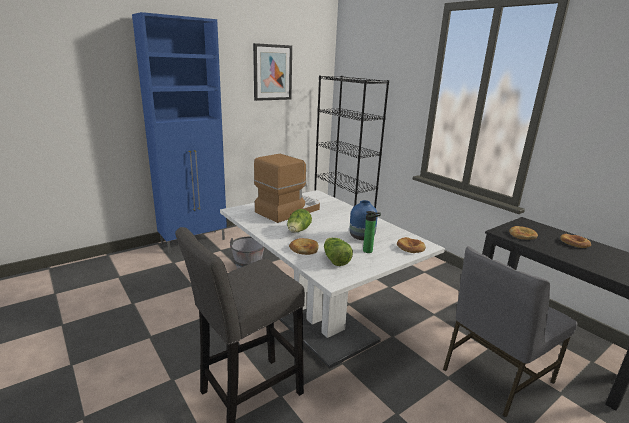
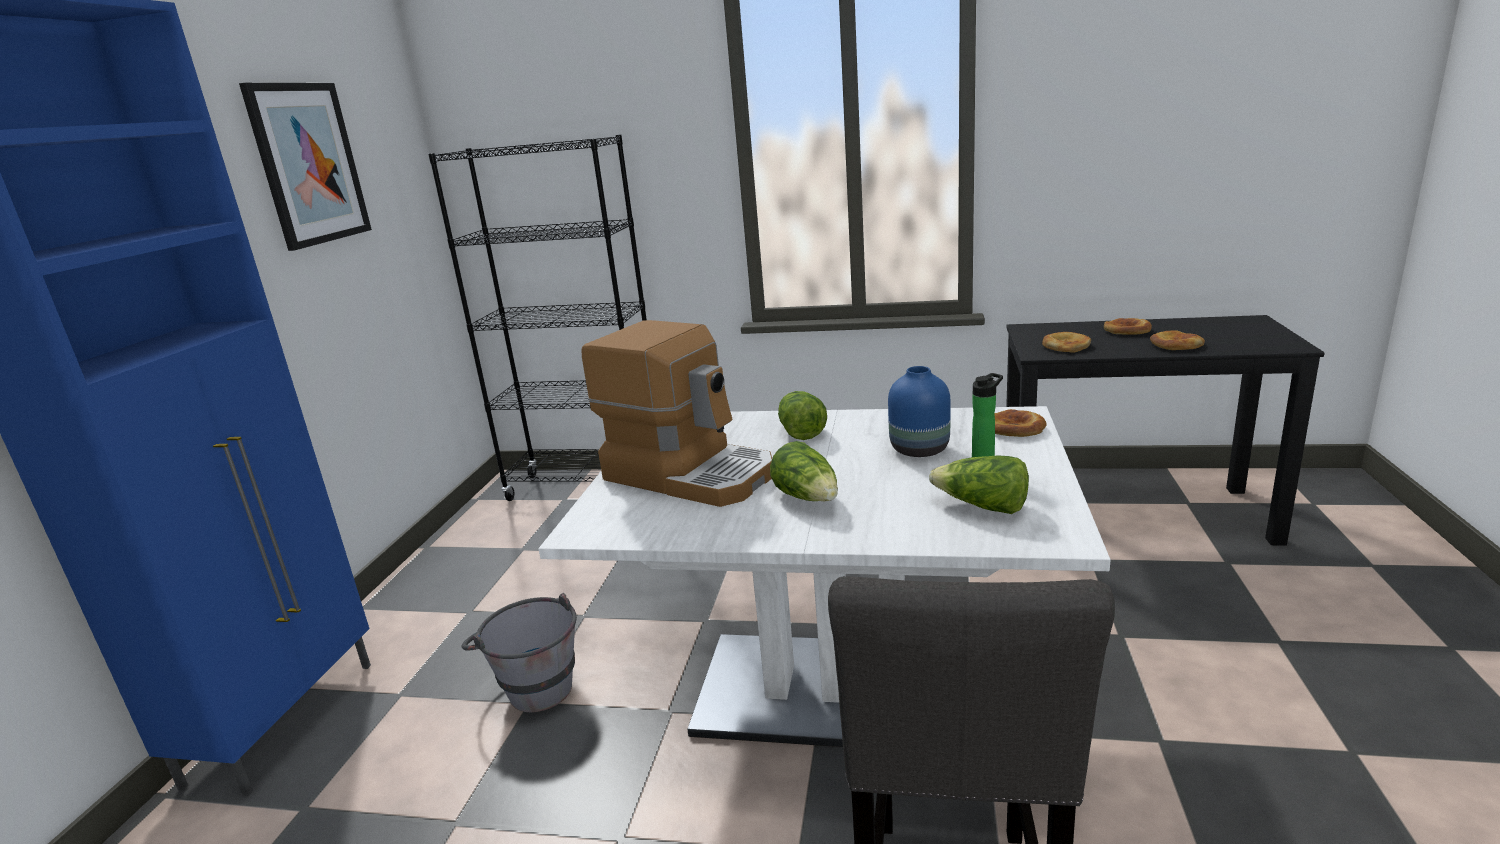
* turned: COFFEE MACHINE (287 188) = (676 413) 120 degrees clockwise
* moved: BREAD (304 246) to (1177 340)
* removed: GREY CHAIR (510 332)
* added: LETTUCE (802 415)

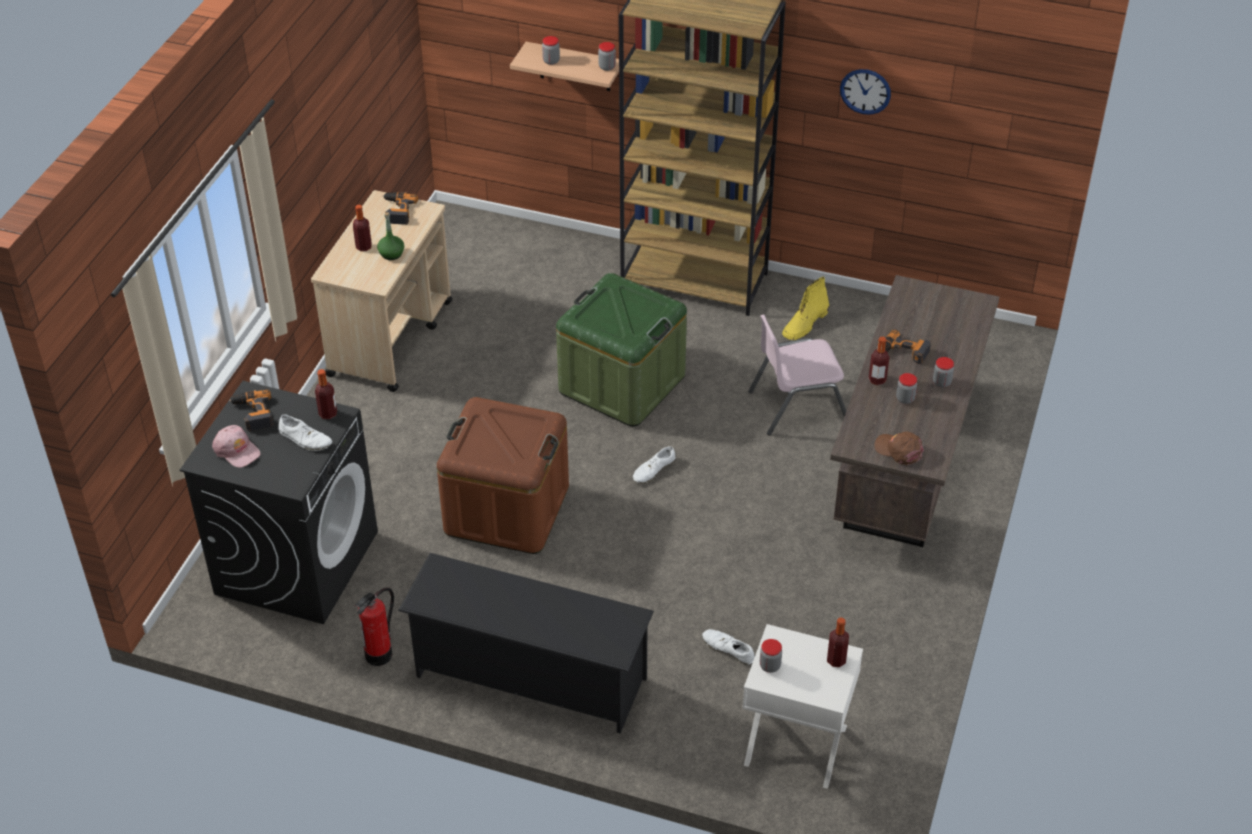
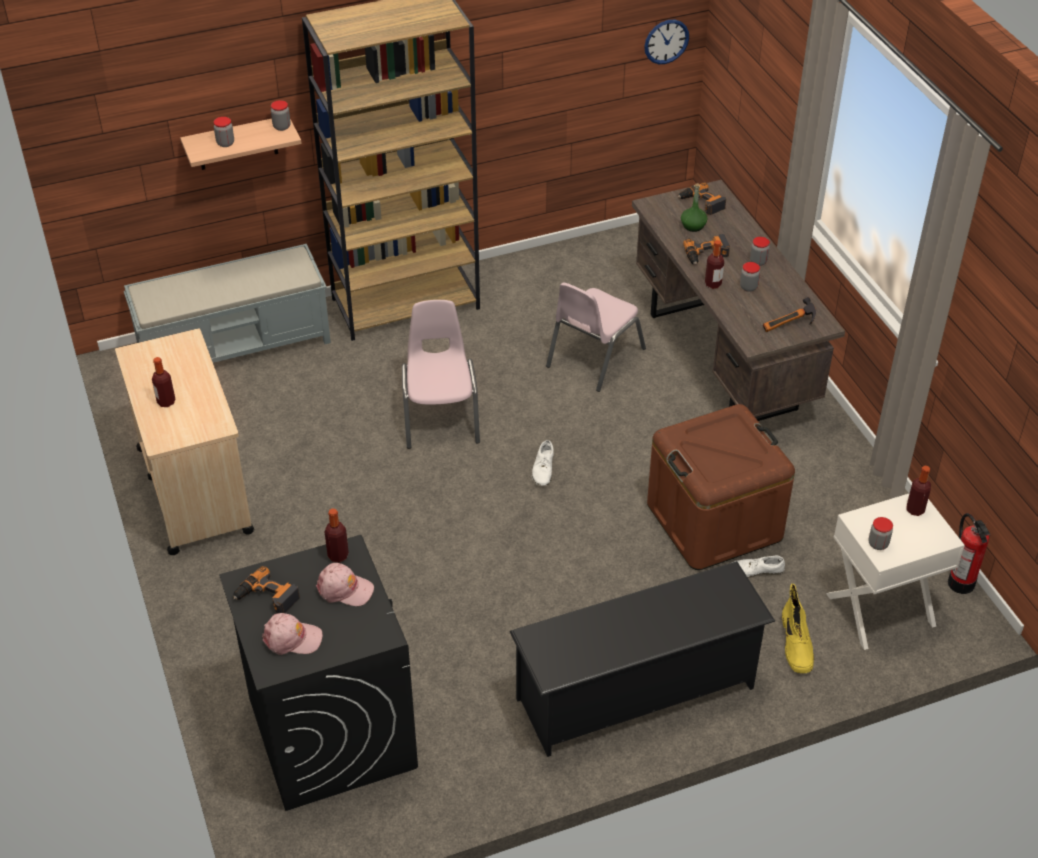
* moved: WALL CLOCK (865 92) to (666 42)
* moved: POWER DRILL (400 208) to (702 198)
* moved: GREEN BOTTLE (390 236) to (694 207)
* replaced: GREEN STORAGE BOX (621 350) to PINK CHAIR (441 374)
* moved: YELLOW BOOT (805 308) to (798 628)
* moved: BROWN STORAGE BOX (503 475) to (721 487)
* replaced: WHITE SHOE (305 432) to PINK CAP (345 584)
* replaced: BROWN CAP (899 448) to HAMMER (789 314)
* moved: FIRE EXTINGUISHER (374 626) to (969 553)
* added: GREY BENCH (227 303)

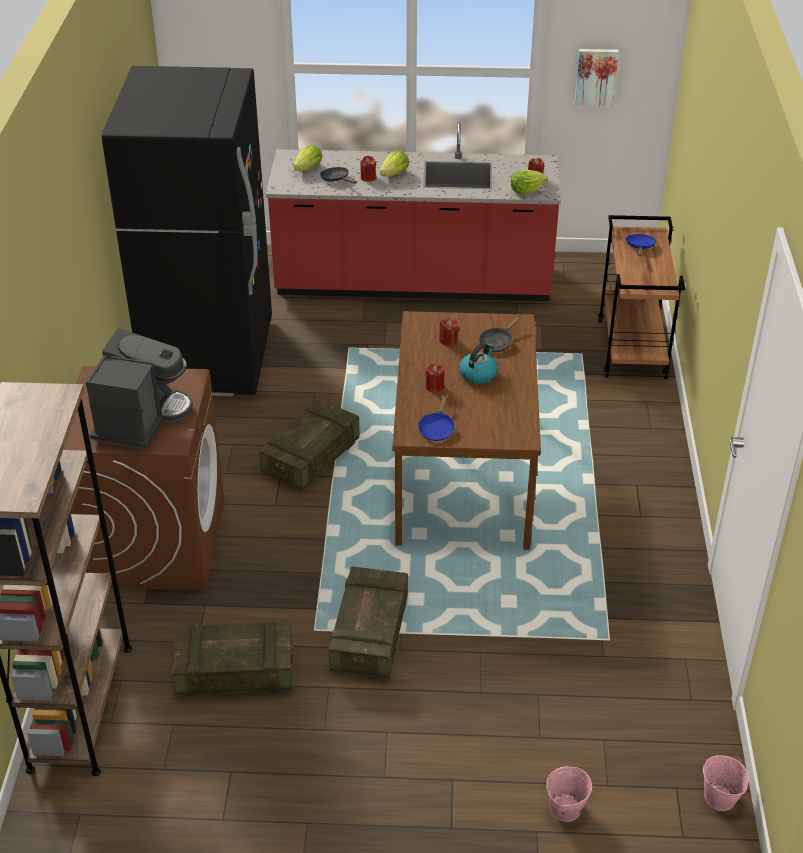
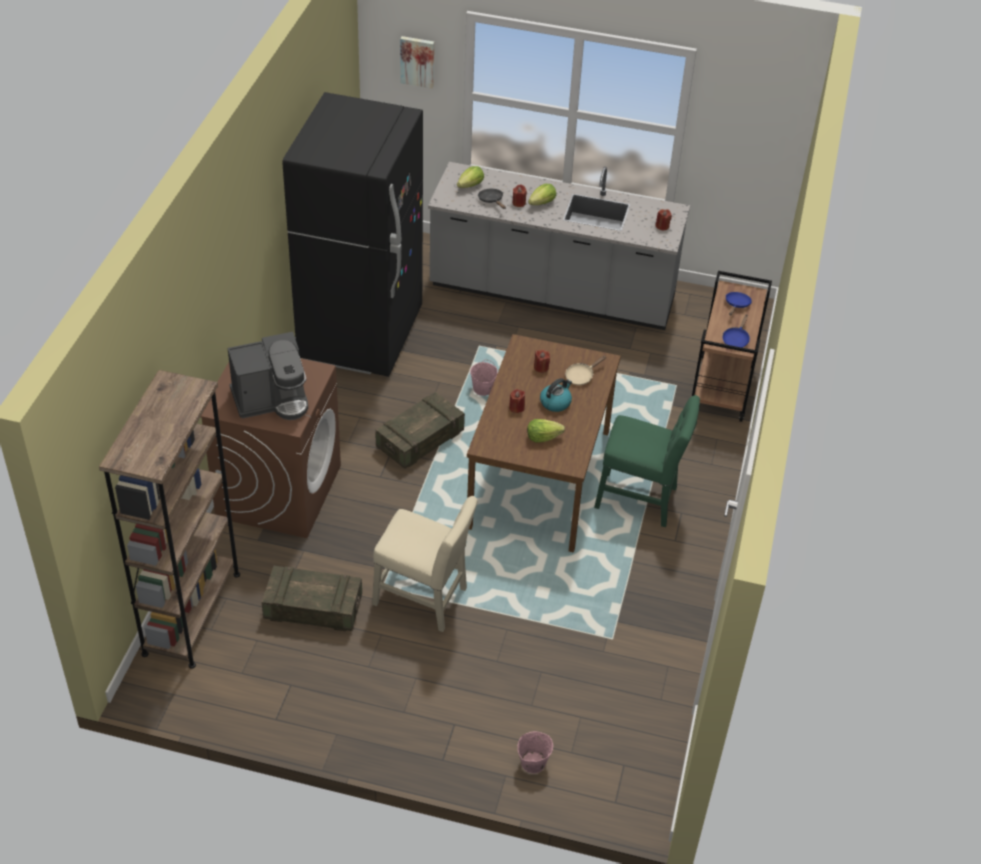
* moved: PICTURE (597 77) to (417 62)
* recoloured: RED COUNTER (413 212) to GREY COUNTER (559 246)
* moved: LETTUCE (529 182) to (546 431)
* recoloured: BLACK FRYING PAN (500 333) to BEIGE FRYING PAN (585 370)
* turned: COFFEE MACHINE (139 388) = (268 376) 45 degrees clockwise
* moved: BLUE FRYING PAN (436 417) to (736 331)
* replaced: CRATE (368 622) to BEIGE CHAIR (425 564)
* moved: PINK BUCKET (726 783) to (484 378)
* added: GREEN CHAIR (647 461)

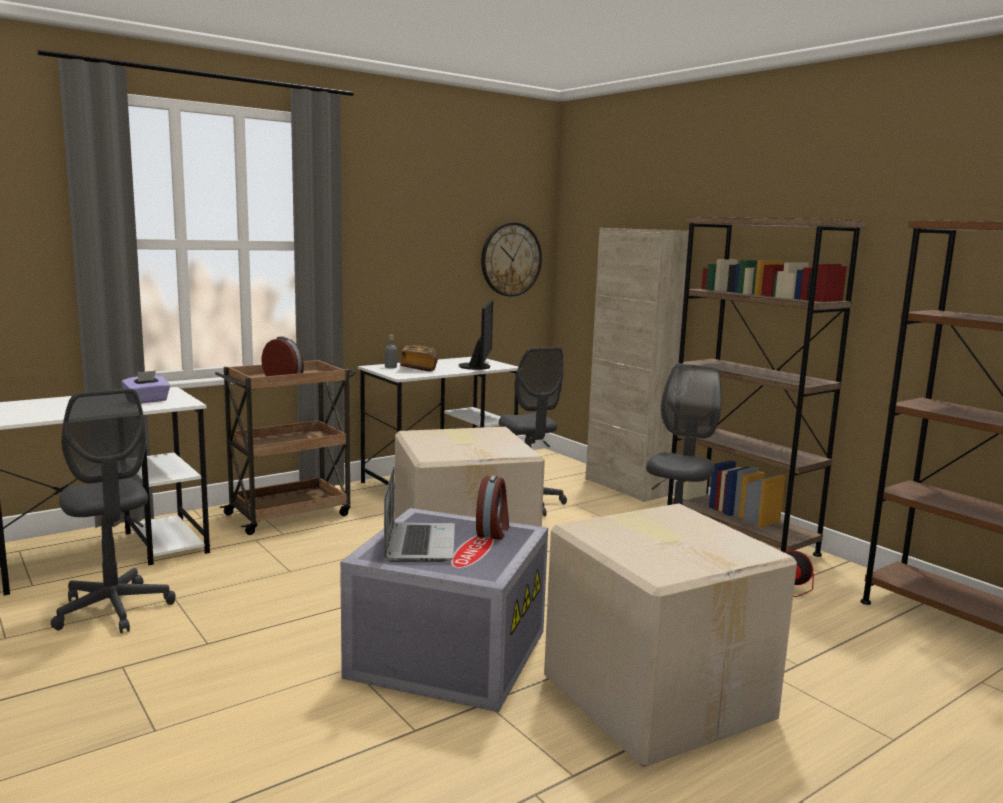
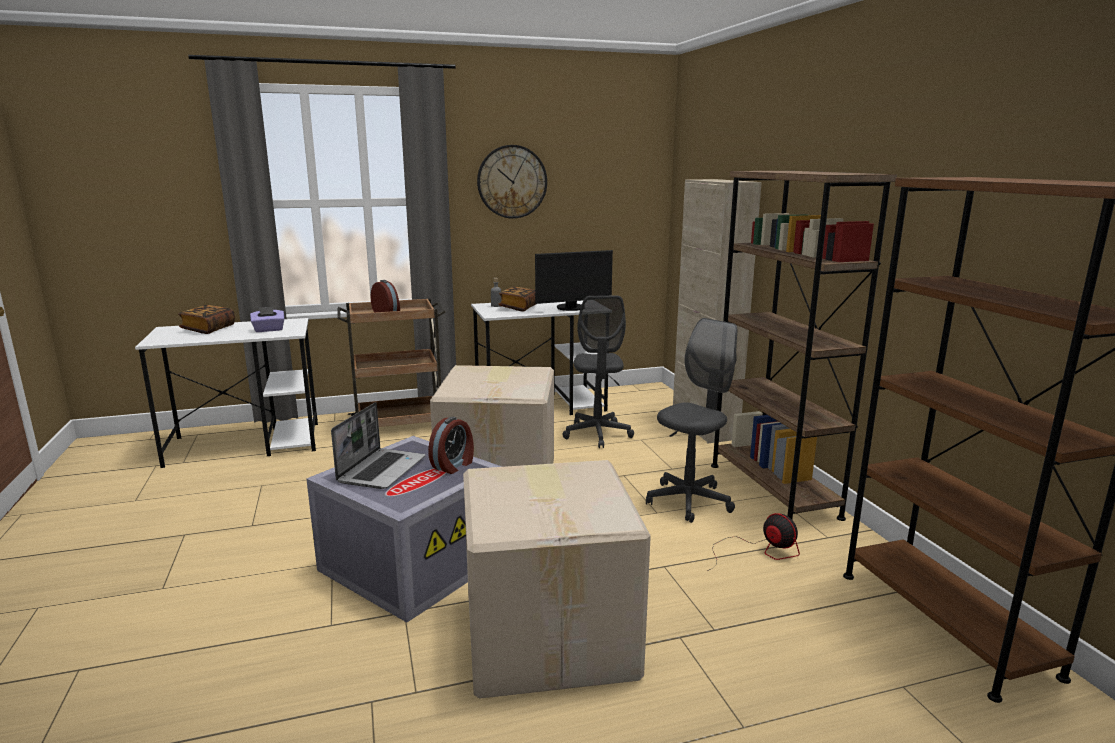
* moved: WALL CLOCK (511 259) to (512 182)
* turned: MONITOR (476 335) = (574 280) 45 degrees clockwise
* removed: GREY OFFICE CHAIR (113 510)
* added: BOOK (206 319)

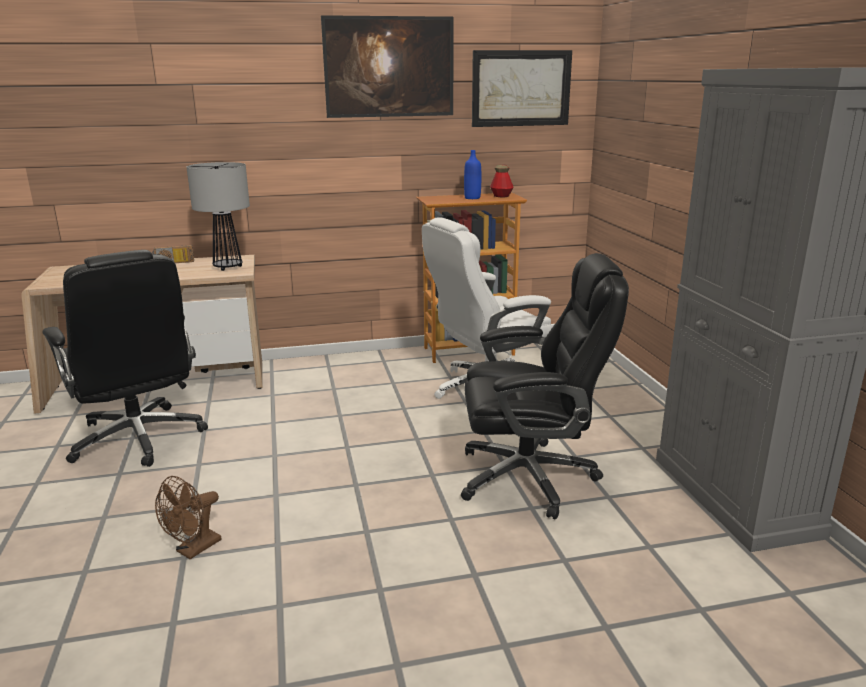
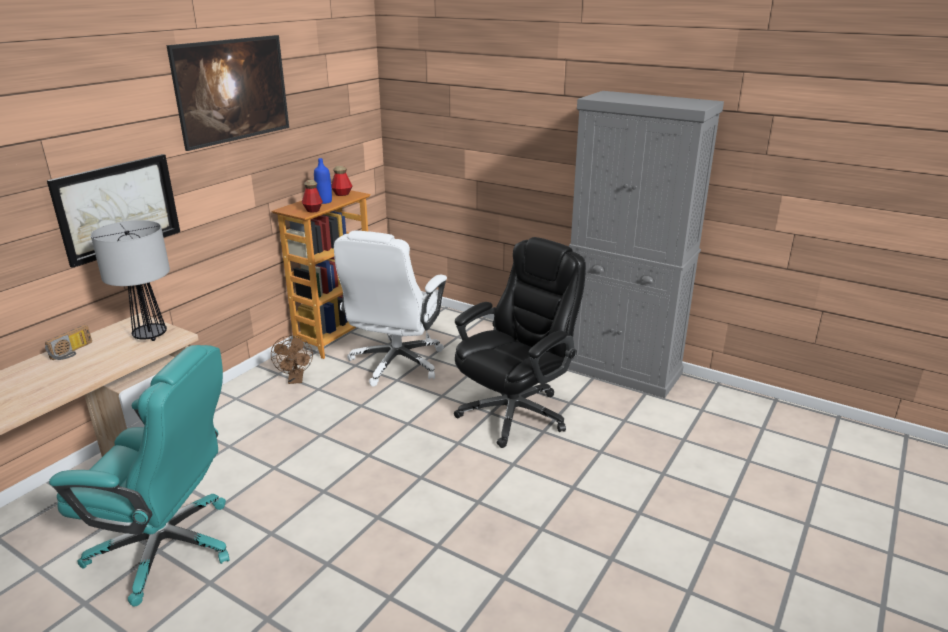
* moved: PICTURE (522 88) to (113 211)
* recoloured: BLACK OFFICE CHAIR (125 358) to TURQUOISE OFFICE CHAIR (139 476)
* moved: BROWN FAN (188 517) to (292 359)
* added: BOTTLE (312 196)

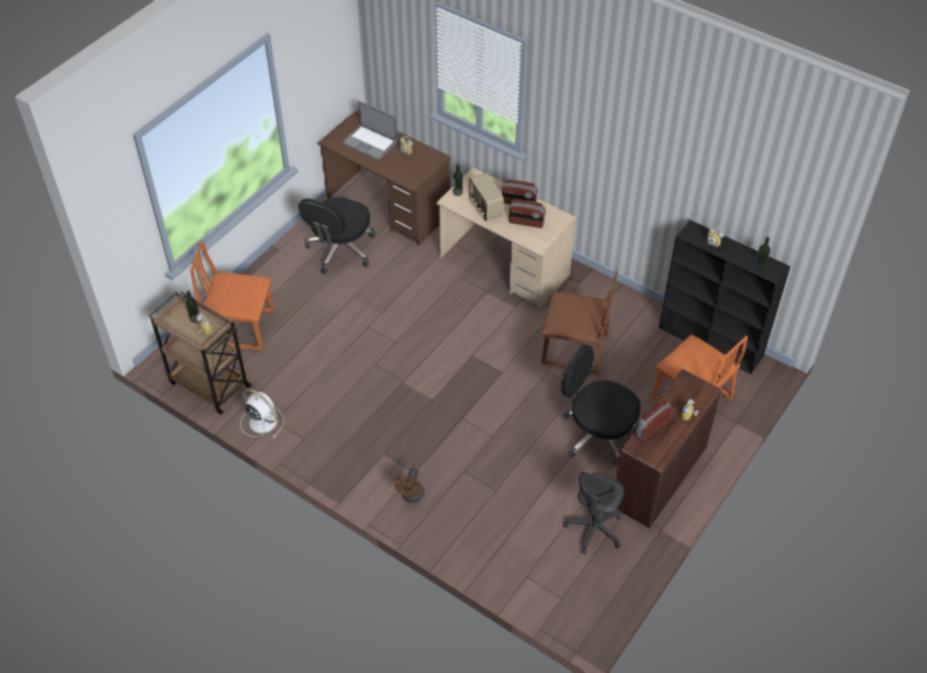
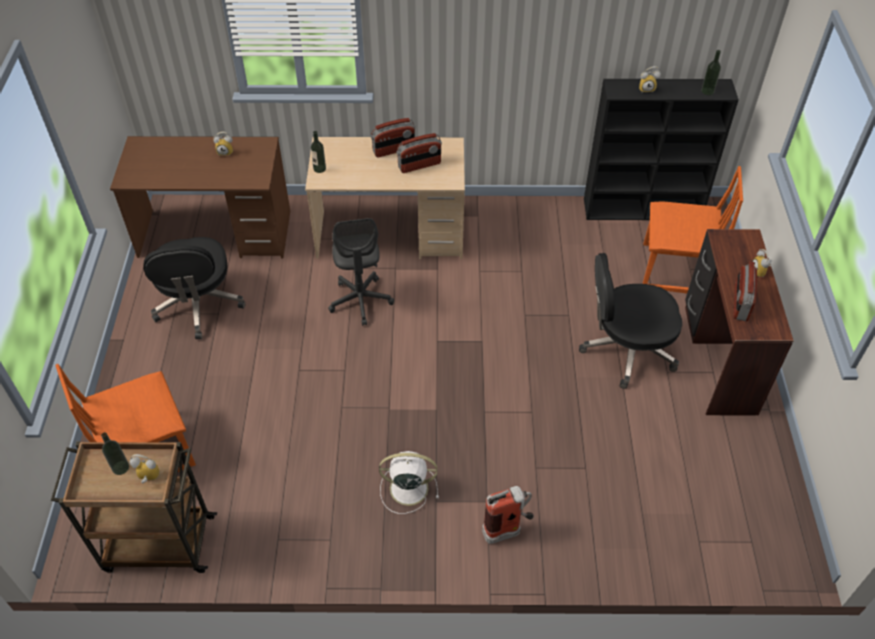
* removed: LAPTOP (369 130)
* removed: RADIO (486 197)
* removed: BROWN CHAIR (579 322)
* moved: WHITE FAN (262 413) to (409 482)
* replaced: BROWN FAN (409 485) to FIRE EXTINGUISHER (508 515)
* moved: GREY OFFICE CHAIR (593 512) to (361 272)

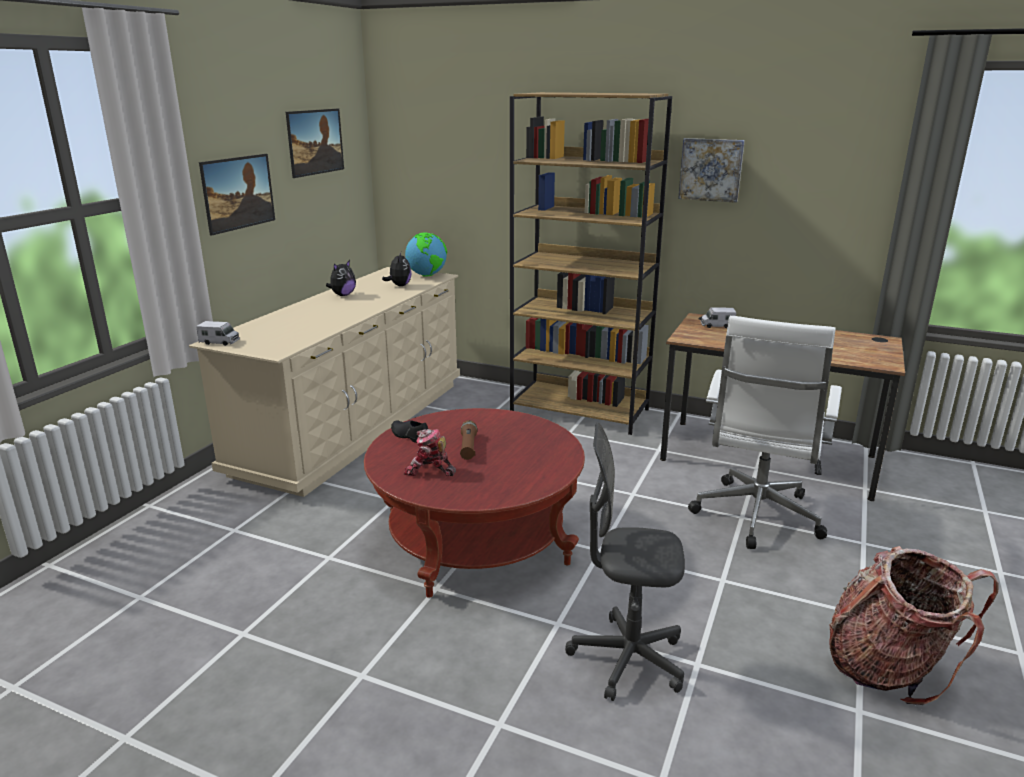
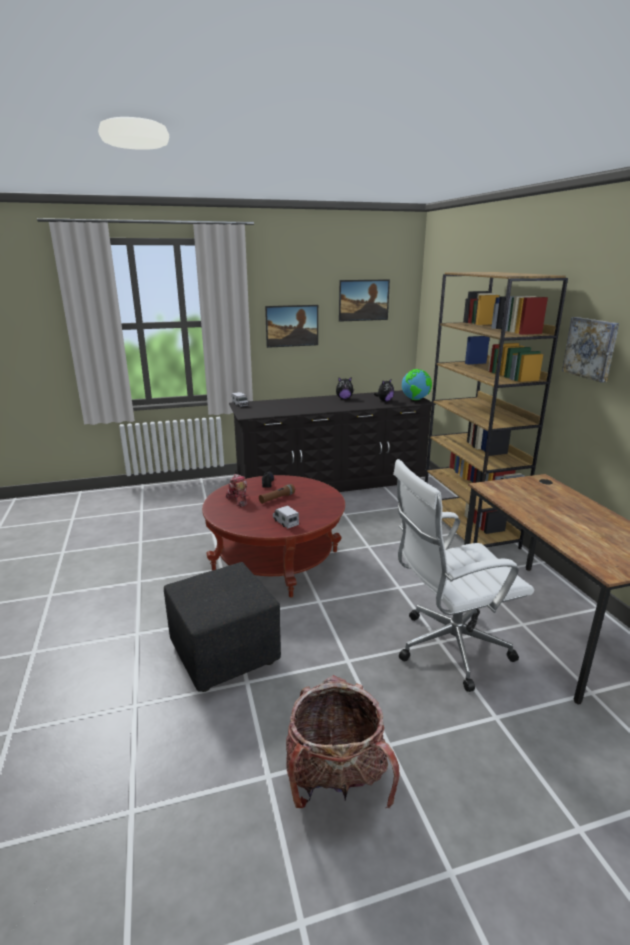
* recoloured: BEIGE DRESSER (324 382) to BLACK DRESSER (332 441)
* moved: TOY TRUCK (718 317) to (286 517)
* replaced: GREY OFFICE CHAIR (625 562) to BLACK OTTOMAN (222 627)

